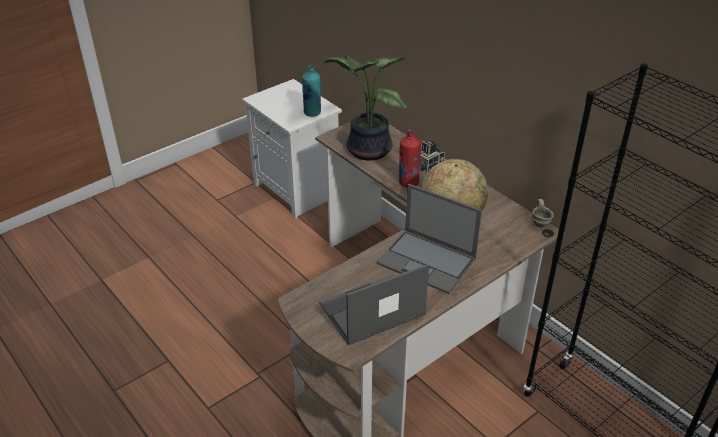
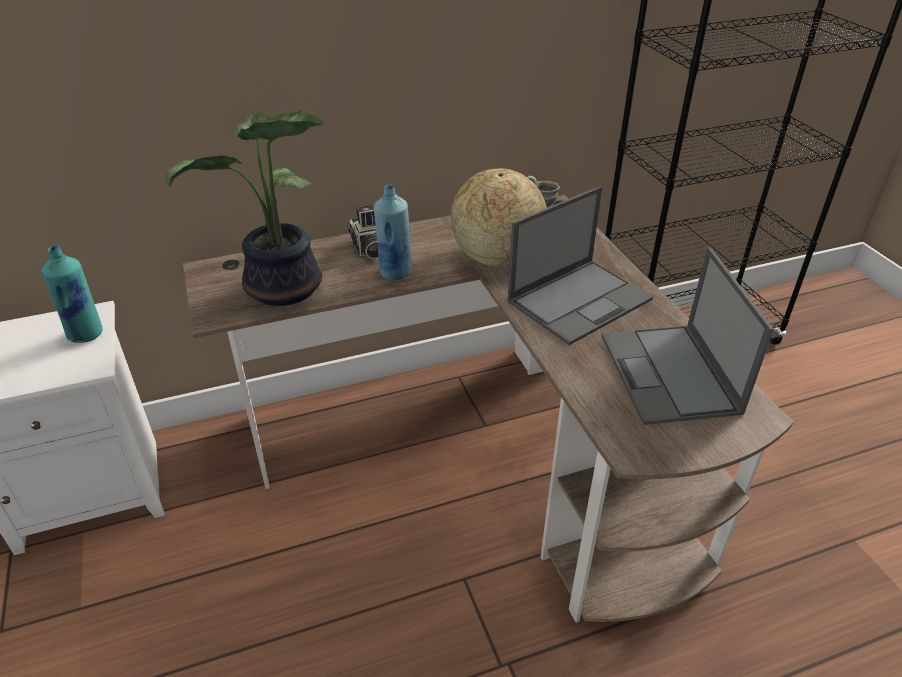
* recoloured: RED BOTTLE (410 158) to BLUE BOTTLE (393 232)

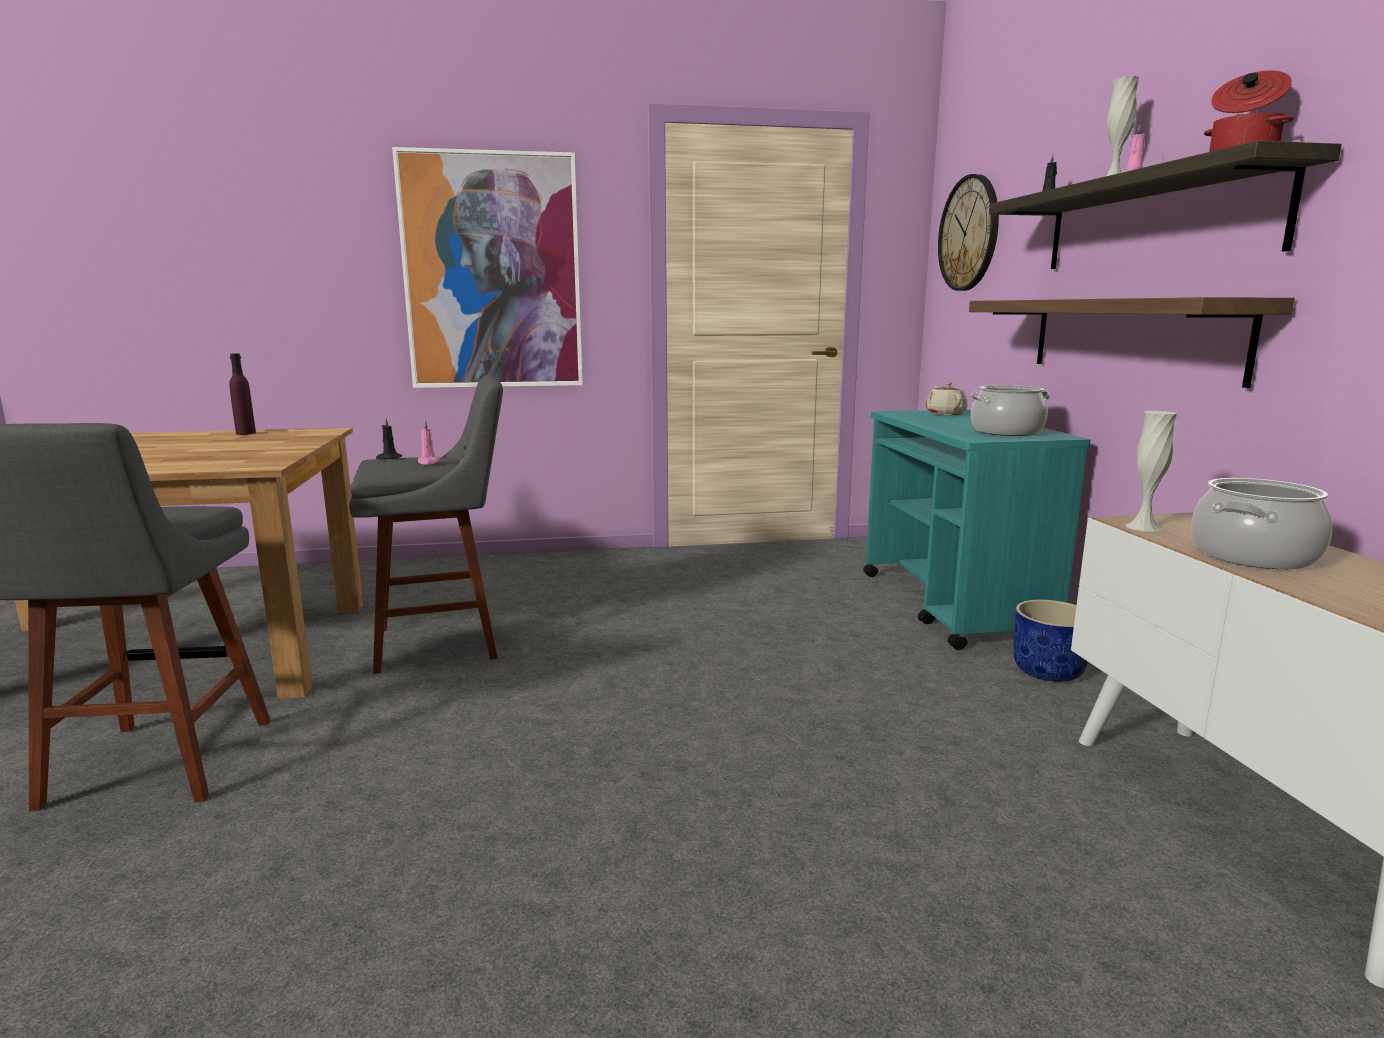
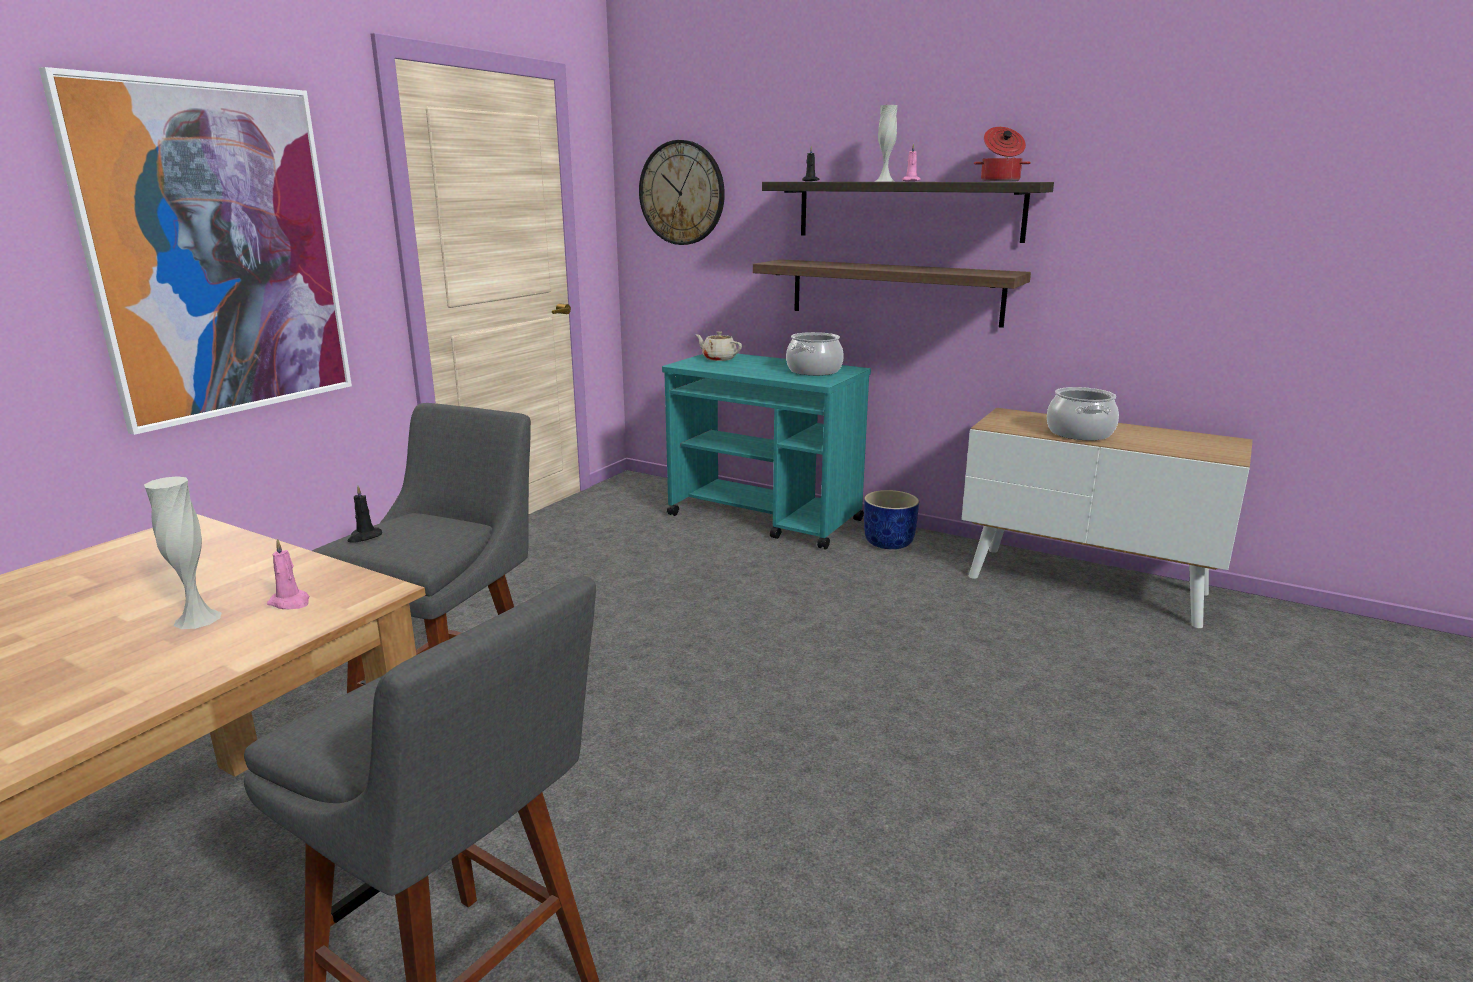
* removed: PURPLE BOTTLE (242 394)
* moved: WHITE VASE (1151 471) to (182 552)
* moved: PINK CANDLE (429 442) to (288 574)

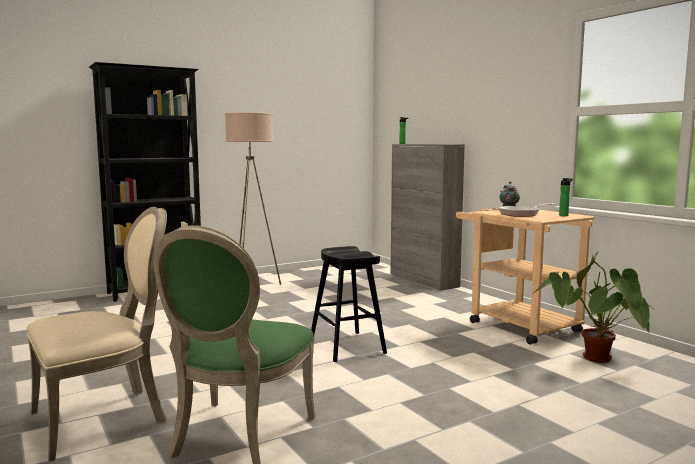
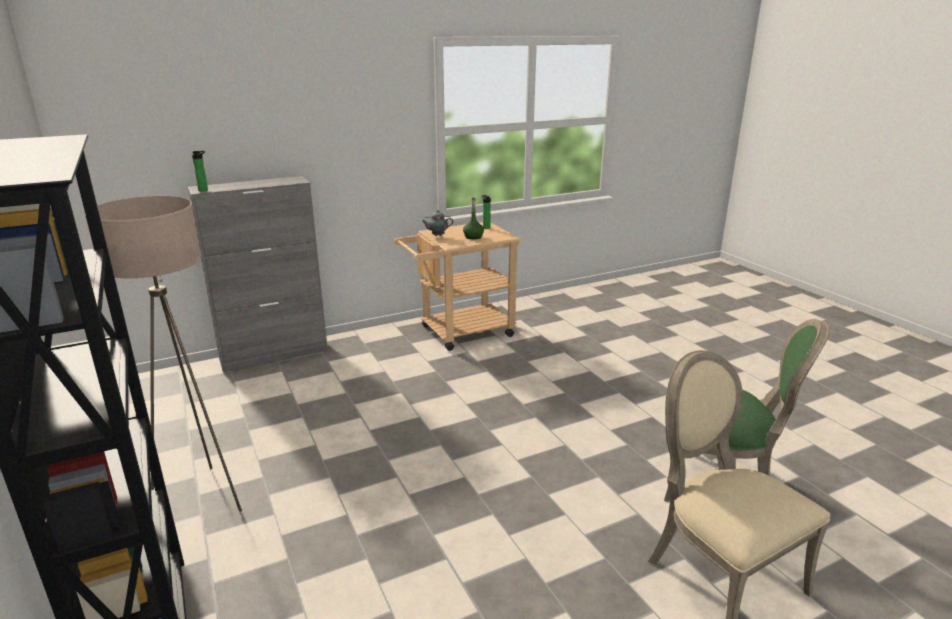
* replaced: FRYING PAN (526 210) to GREEN BOTTLE (473 218)
* removed: BLACK STOOL (349 304)
* removed: POTTED PLANT (594 307)

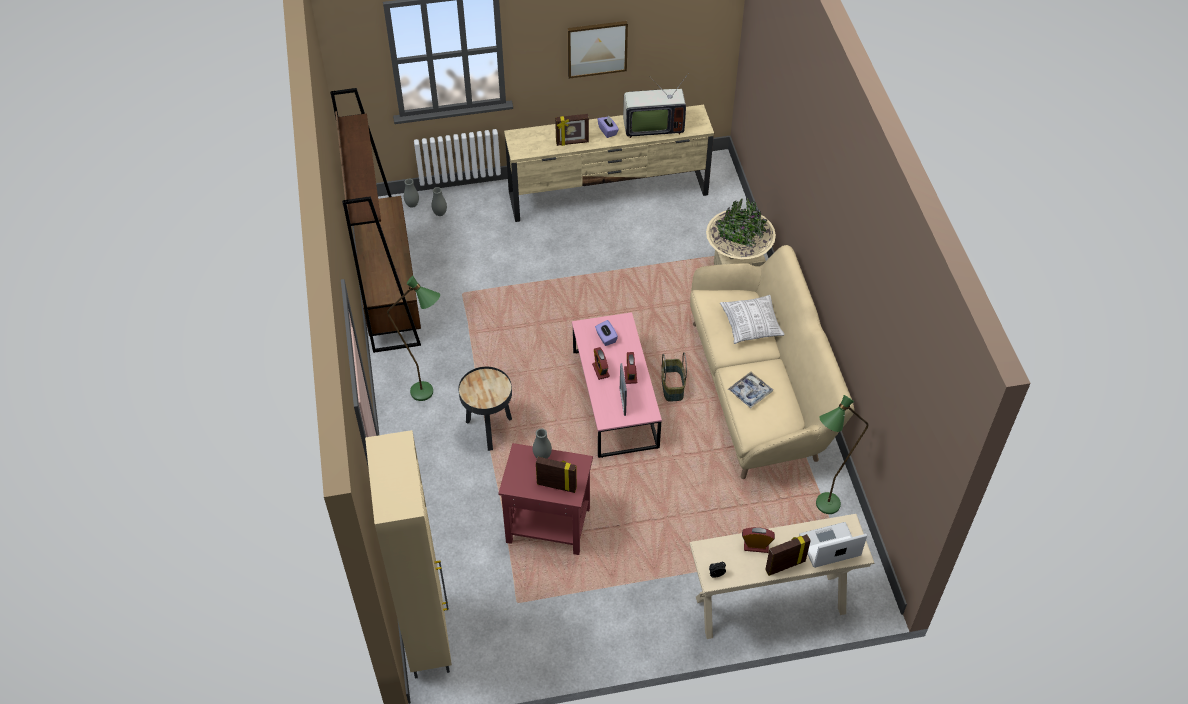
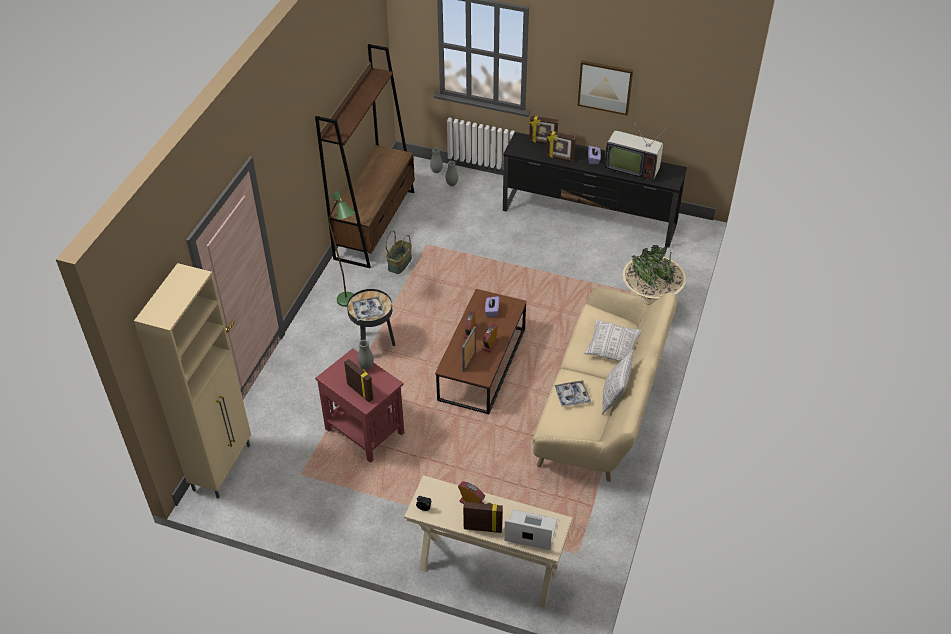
* recoloured: BEIGE TV STAND (609 163) to BLACK TV STAND (595 190)
* recoloured: PINK COFFEE TABLE (617 385) to BROWN COFFEE TABLE (481 351)
* moved: BASKET (674 377) to (399 252)
* removed: GREEN FLOOR LAMP (842 454)
* added: PICTURE FRAME (543 130)
* added: TRAY (368 308)
* added: PILLOW (617 382)

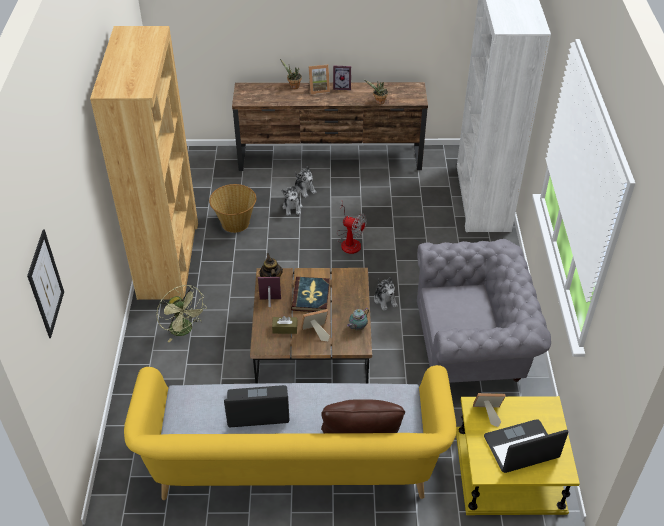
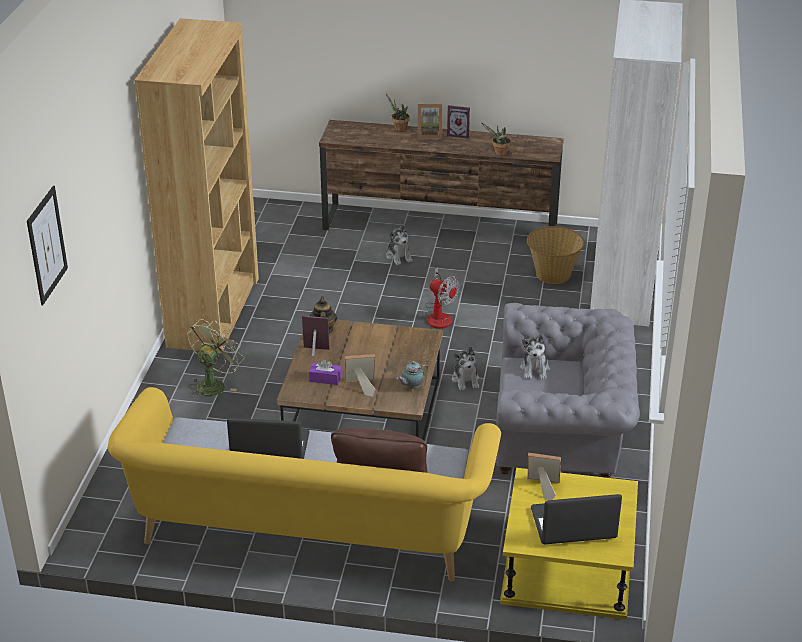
* moved: BASKET (232 208) to (555 255)
* moved: PLUSH TOY (292 200) to (535 357)
* removed: BOOK (310 294)
* turned: GREEN FAN (181 314) = (215 358) 120 degrees counterclockwise
* recoloured: BROWN TISSUE BOX (285 325) to PURPLE TISSUE BOX (325 372)

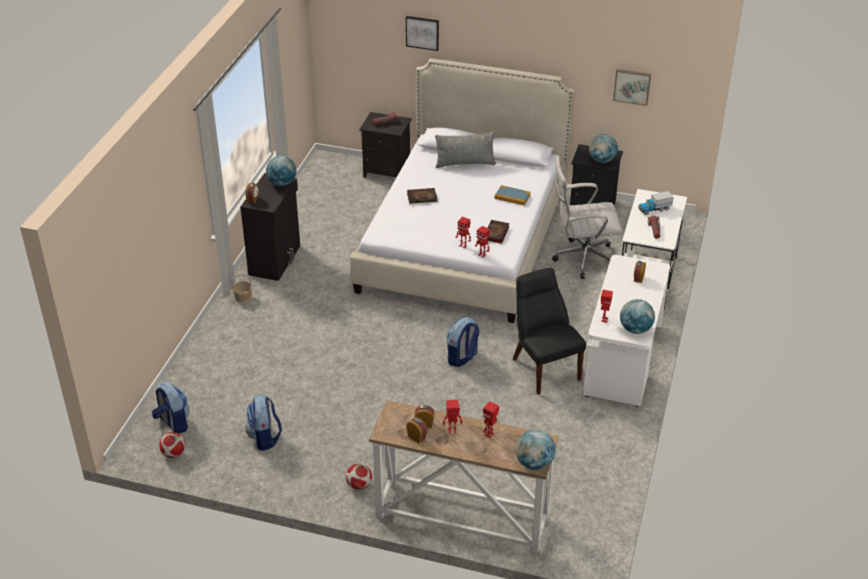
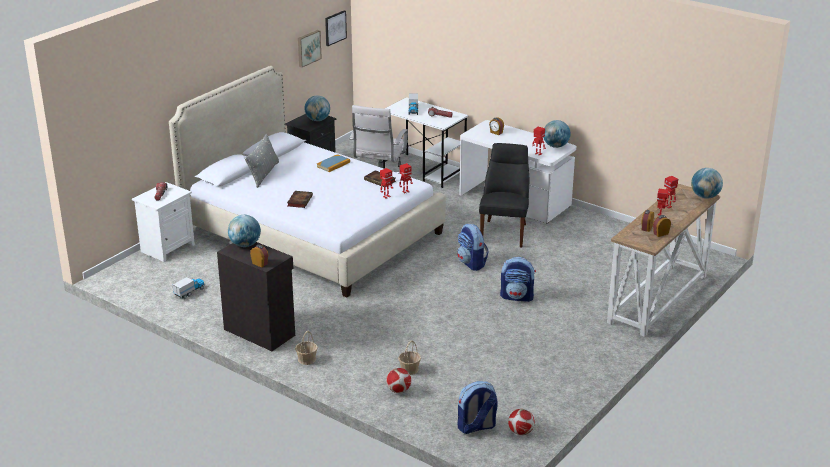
* moved: PICTURE (422 33) to (336 28)
* recoloured: BLACK NIGHTSTAND (385 145) to WHITE NIGHTSTAND (163 222)
* turned: BLACK CHAIR (549 331) = (504 195) 105 degrees clockwise
* moved: BACKPACK (264 422) to (518 279)
* moved: FOOTBALL (359 476) to (398 380)
* added: TOY TRUCK (189 288)
* added: BASKET (409 357)

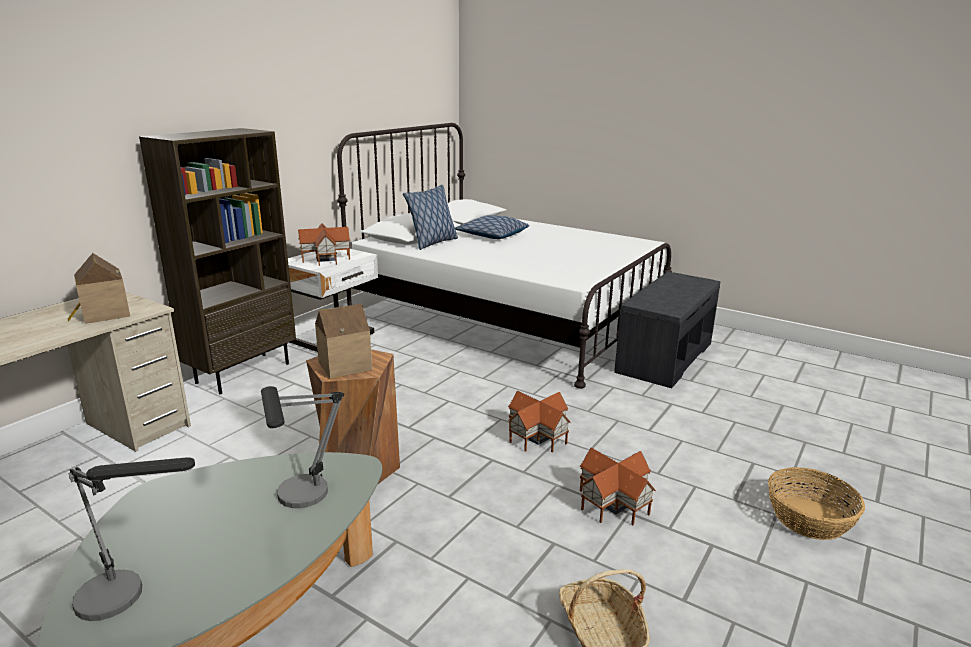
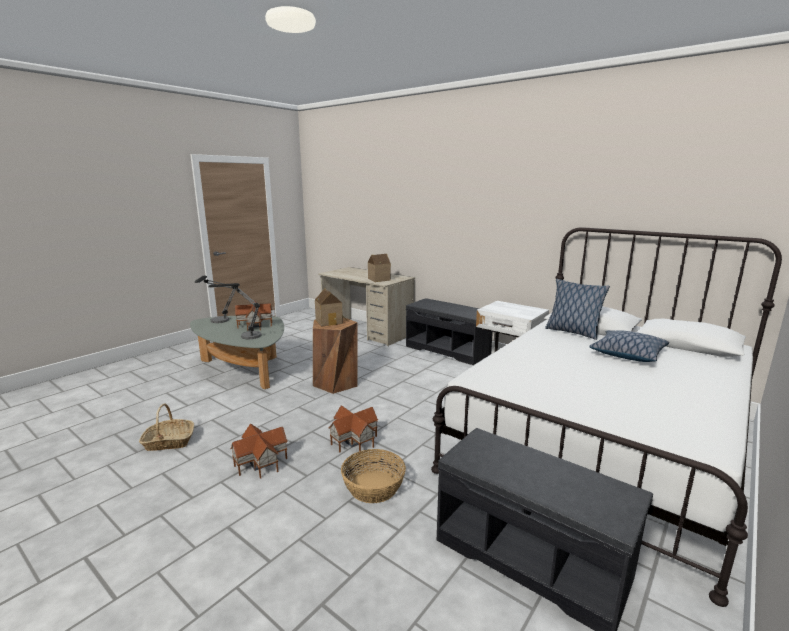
* replaced: BROWN BOOKCASE (217 261) to GREY BENCH (449 331)
* moved: TOY HOUSE (324 244) to (253 315)
* moved: BASKET (816 503) to (373 476)

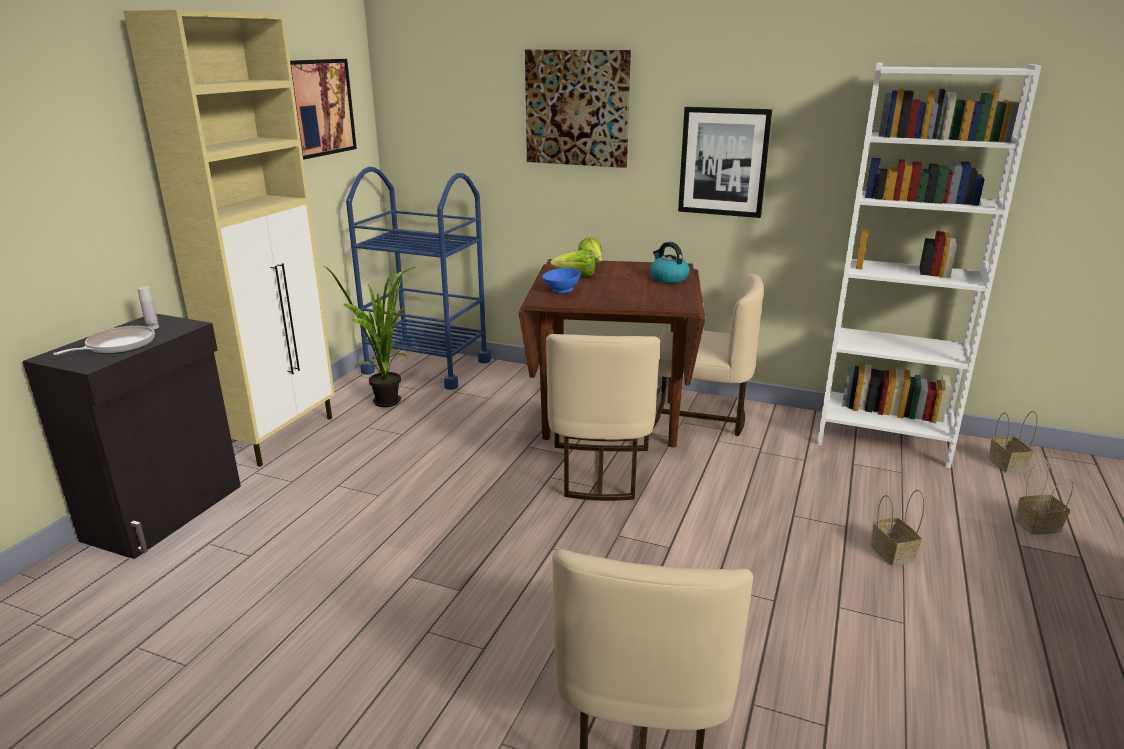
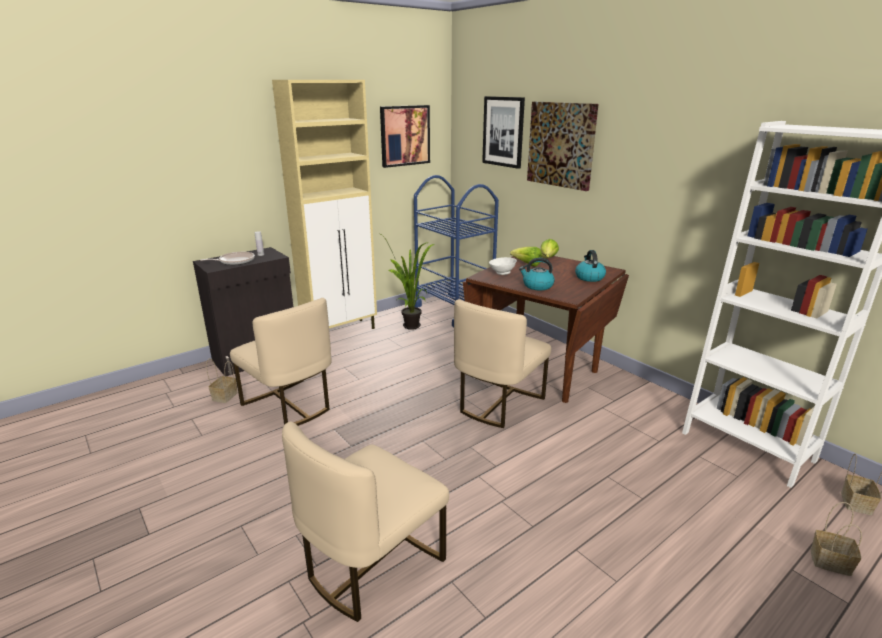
* moved: PICTURE (725 162) to (503 132)
* recoloured: BLUE BOWL (561 281) to WHITE BOWL (503 266)
* moved: BEIGE CHAIR (708 355) to (280 362)
* moved: BASKET (897 528) to (222 380)
* added: KETTLE (537 274)

